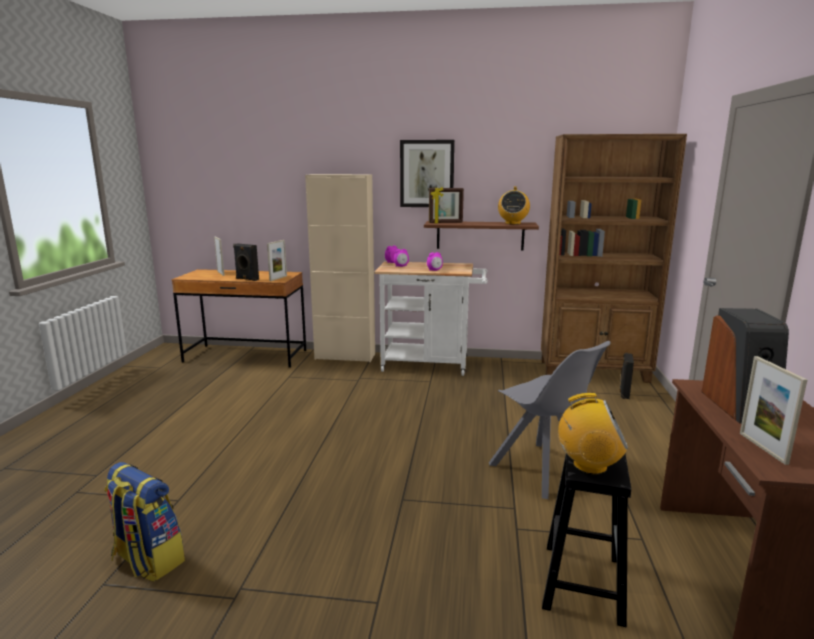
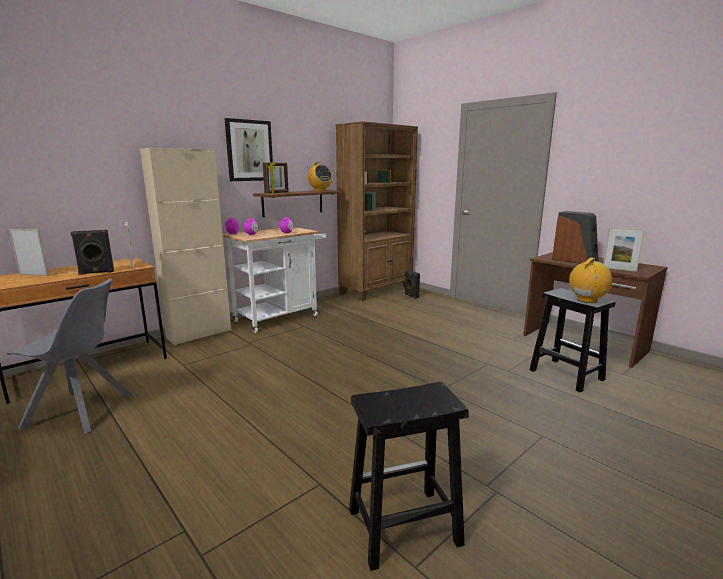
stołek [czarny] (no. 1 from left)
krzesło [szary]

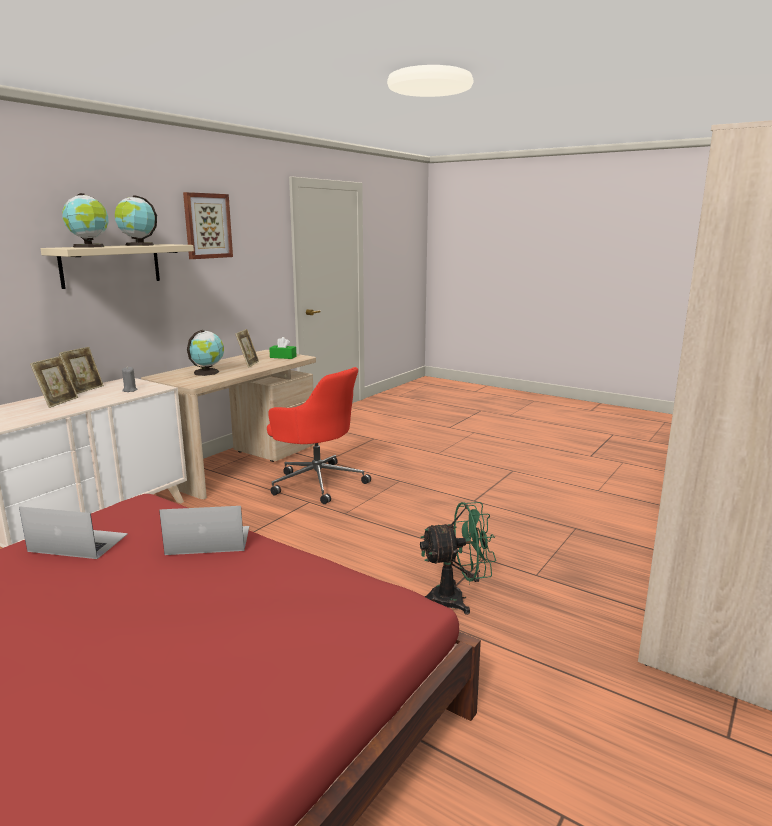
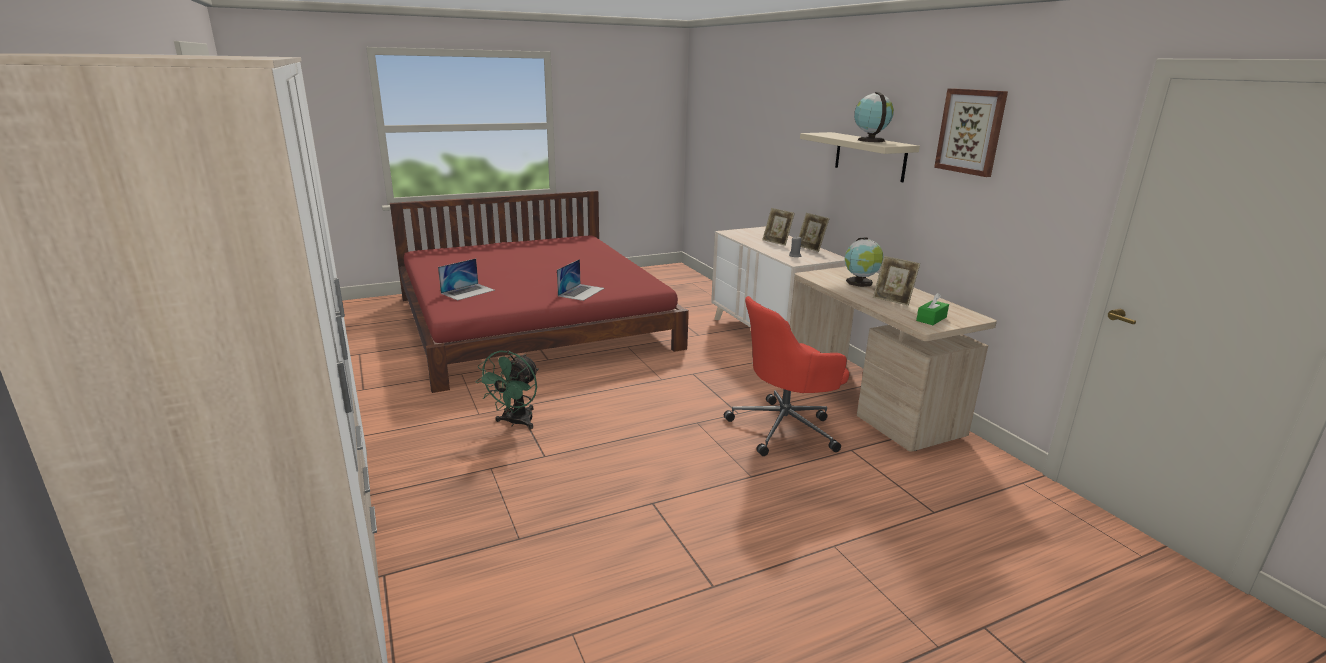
laptop (no. 1 from left)
globus (no. 1 from left in the first image)

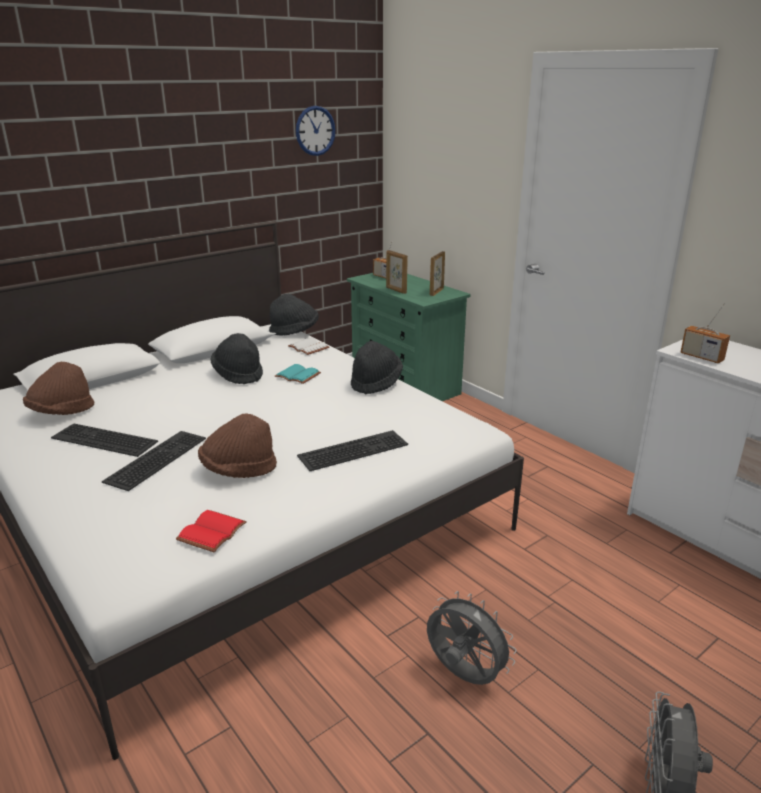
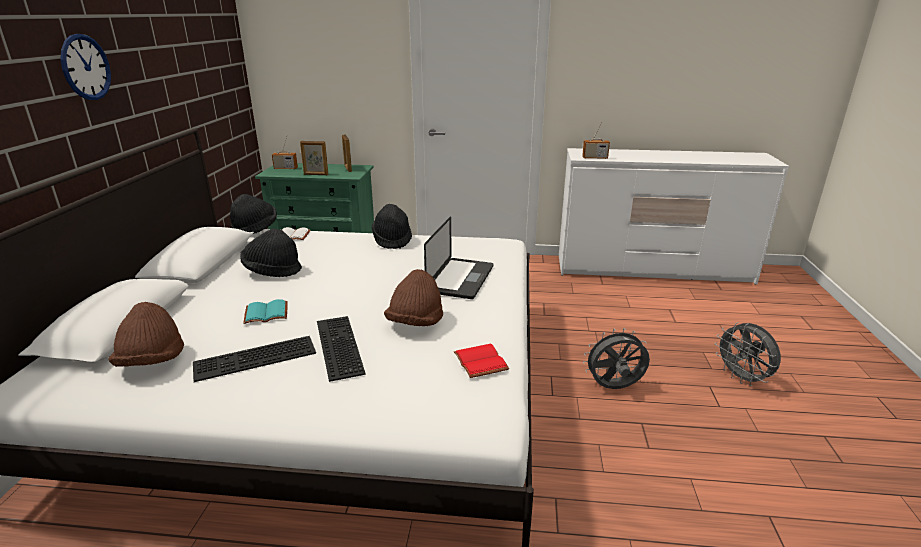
książka [turkusowy]
zegar ścienny
laptop

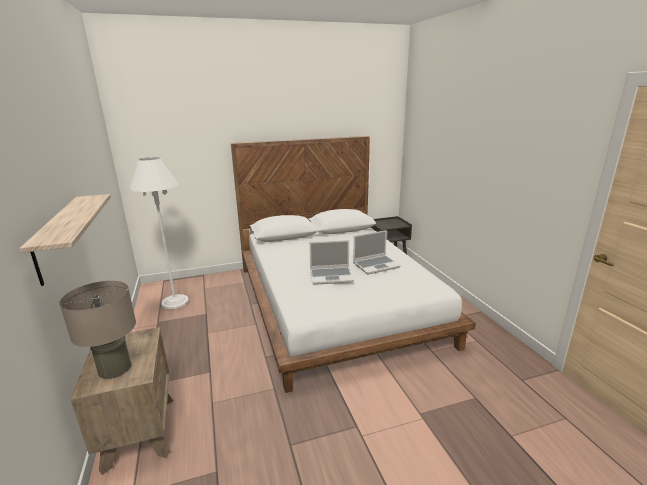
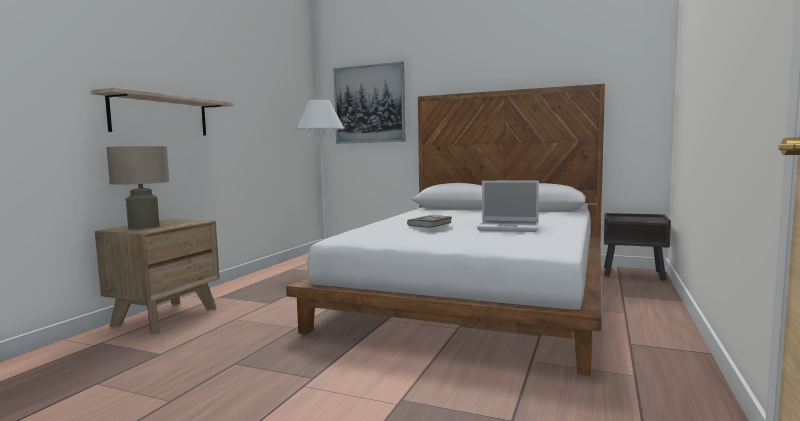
książka
obraz

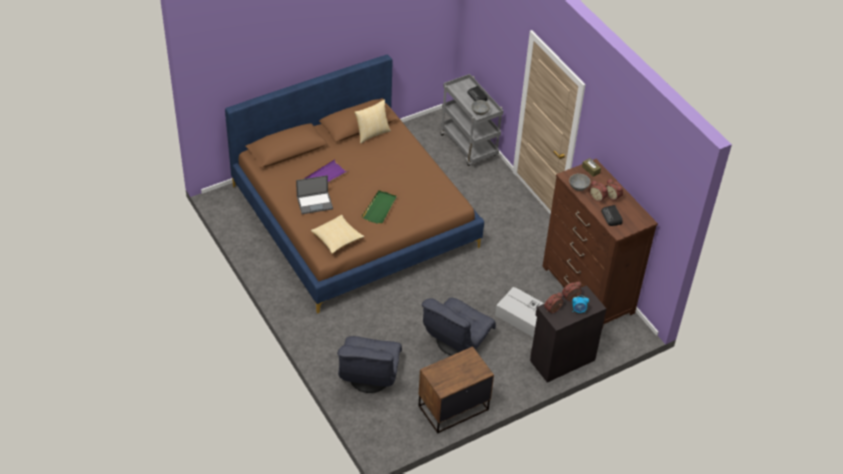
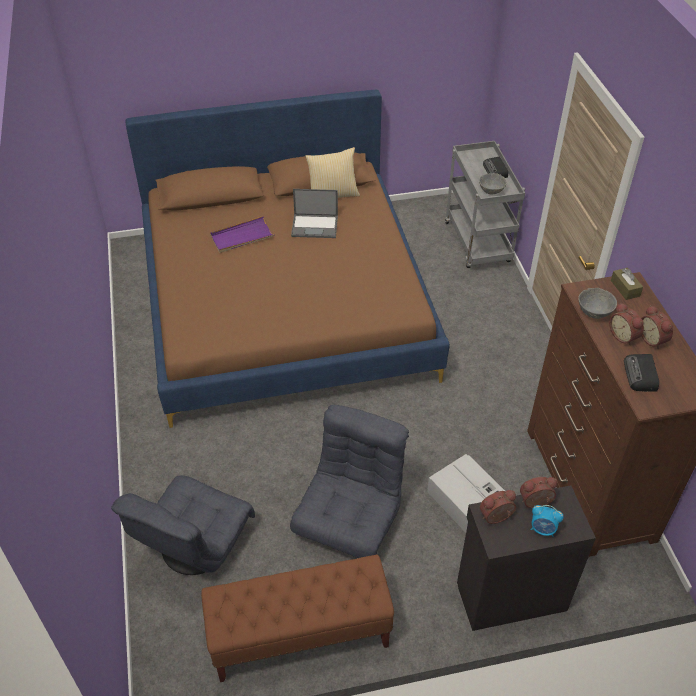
laptop
poduszka (no. 1 from left in the first image)
taca [zielony]
ławka [brązowy]
fotel [szary] (no. 2 from left)

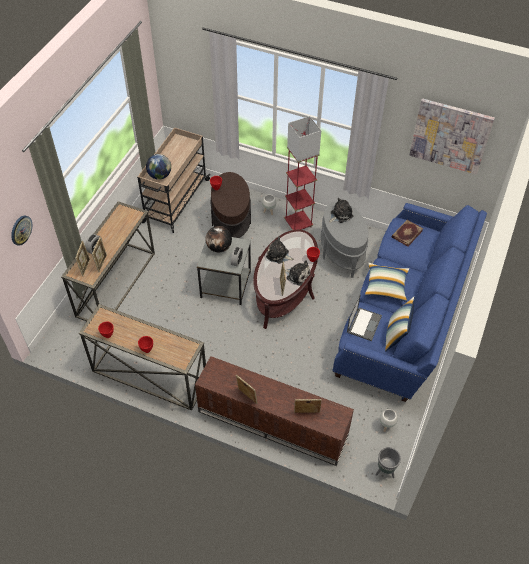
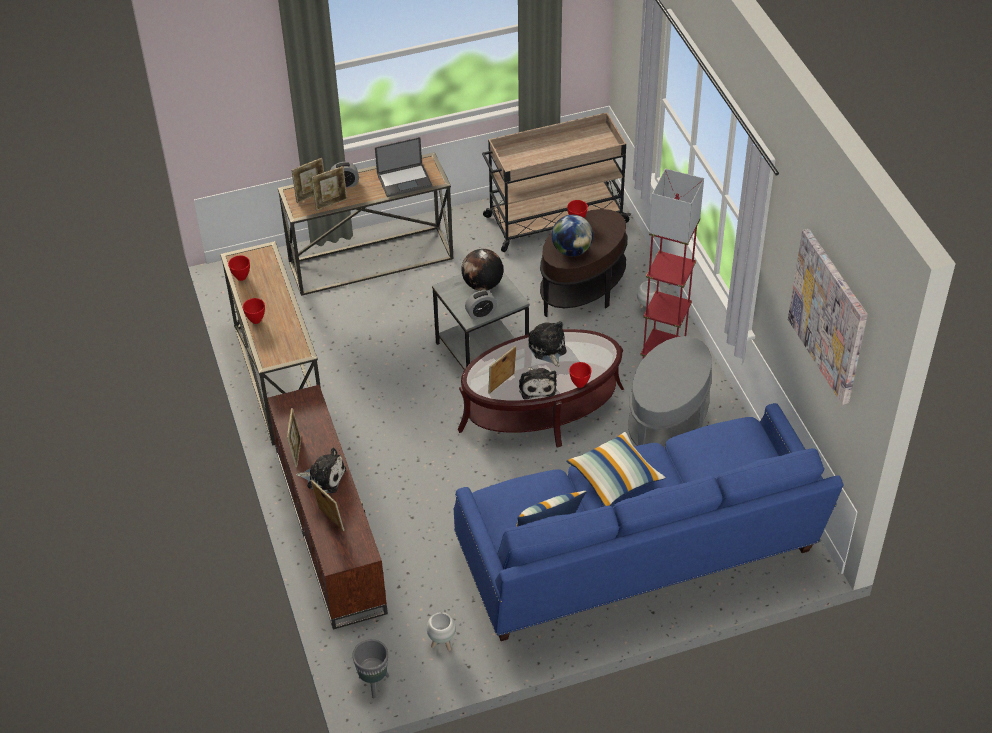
zegar ścienny
globus (no. 2 from left)
pluszak (no. 1 from left)
laptop
książka

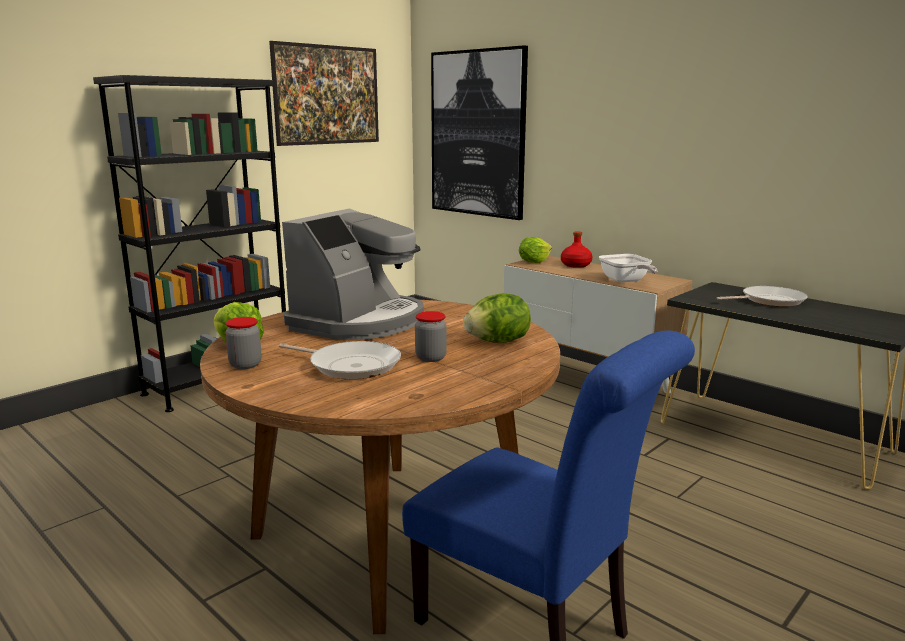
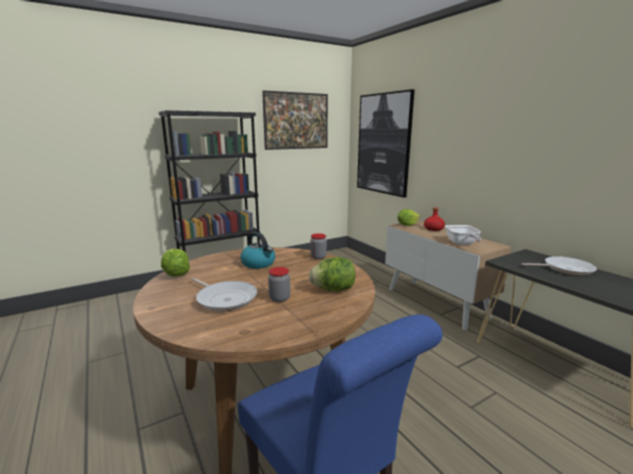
słoik (no. 2 from left)
czajnik

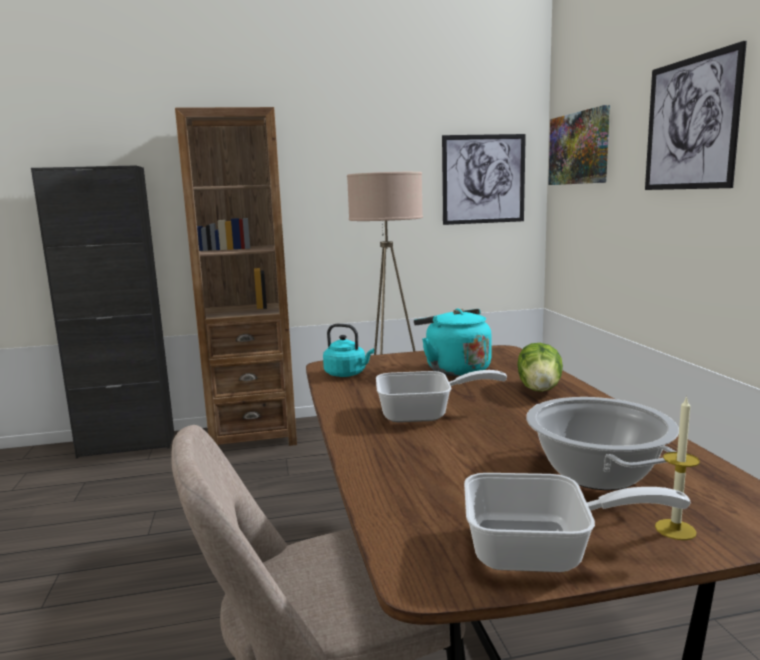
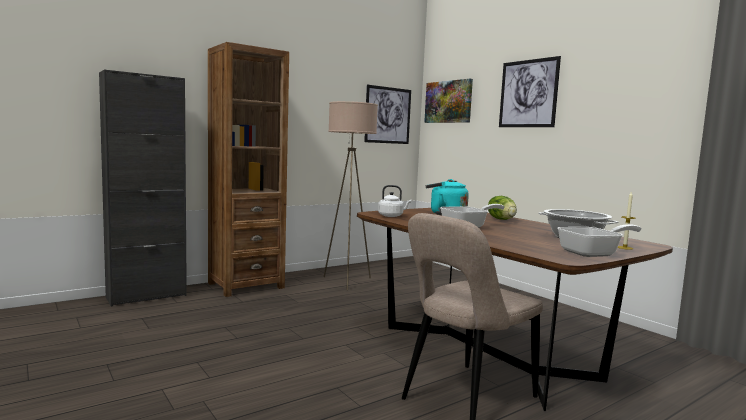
czajnik [biały]

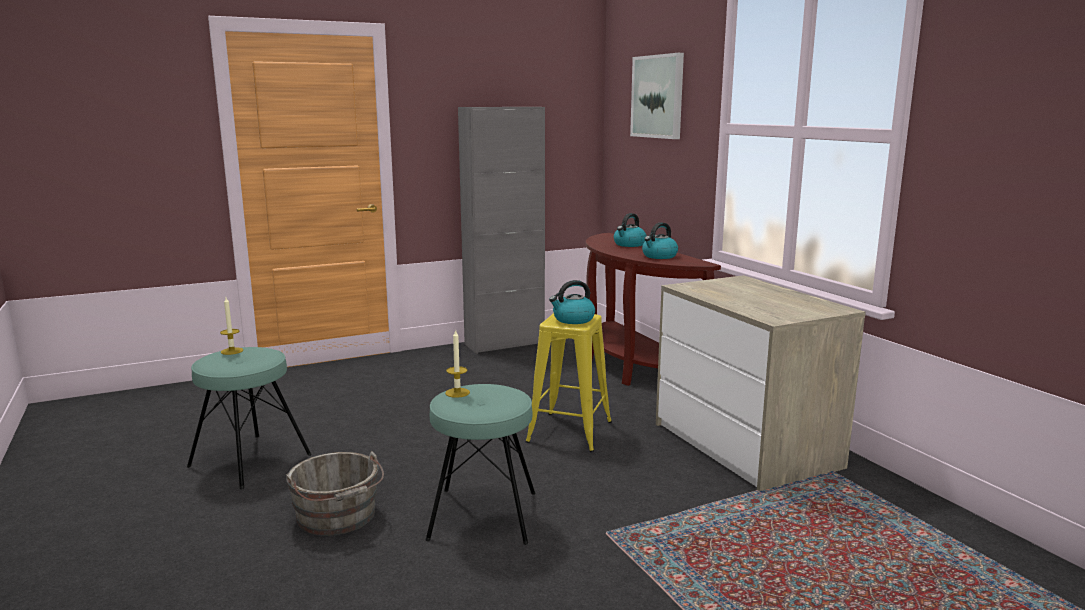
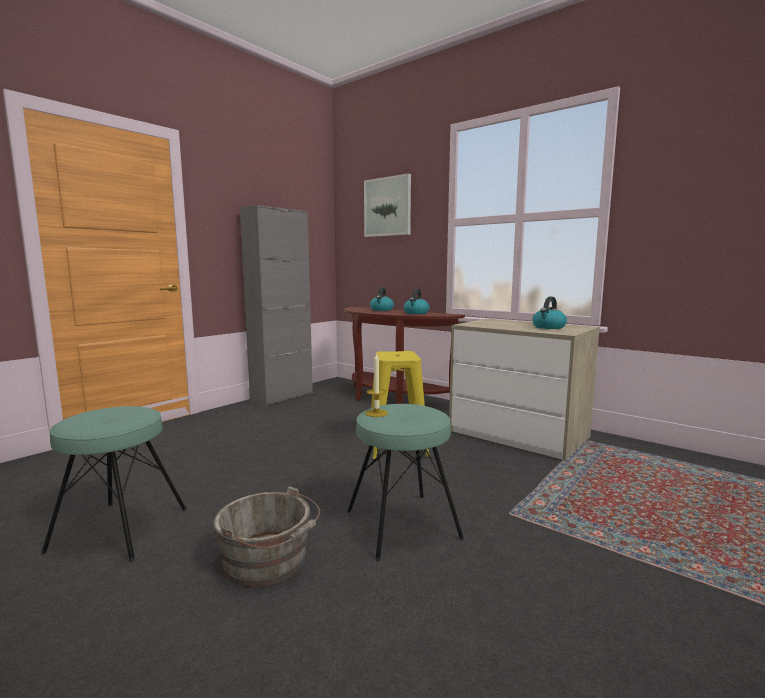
świeca (no. 1 from left in the first image)
czajnik (no. 3 from left)

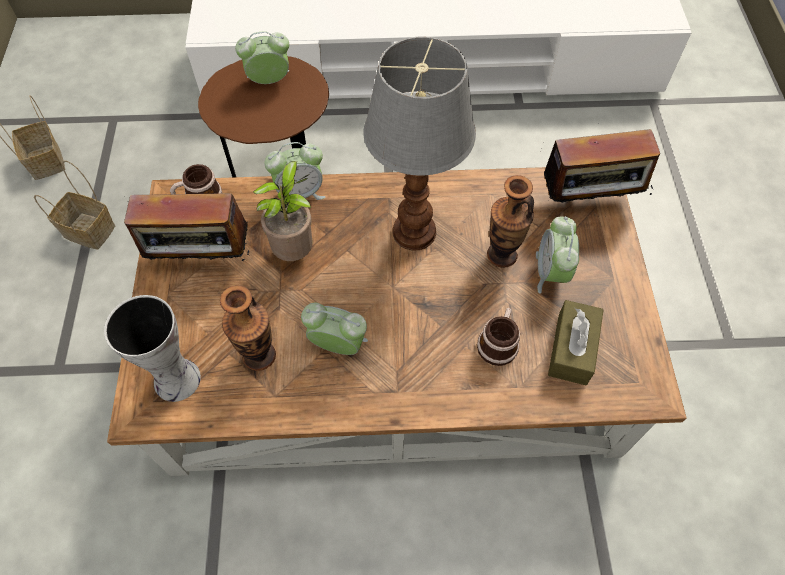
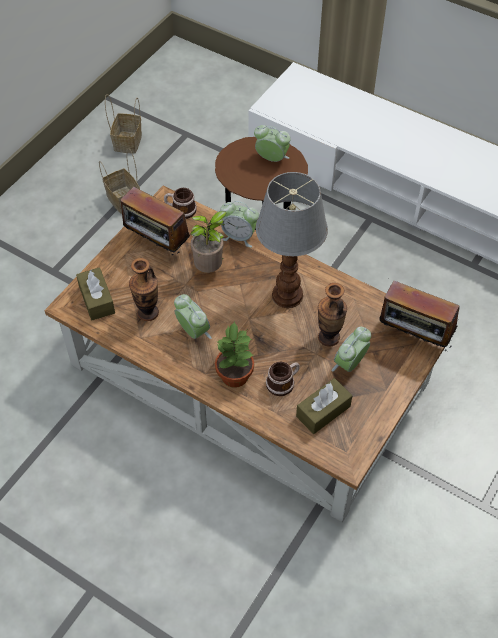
pudełko chusteczek [brązowy] (no. 1 from left)
roślina doniczkowa (no. 2 from left)

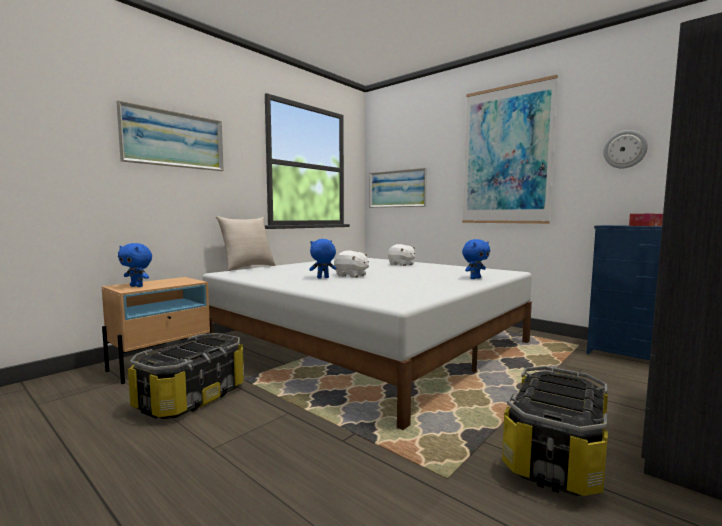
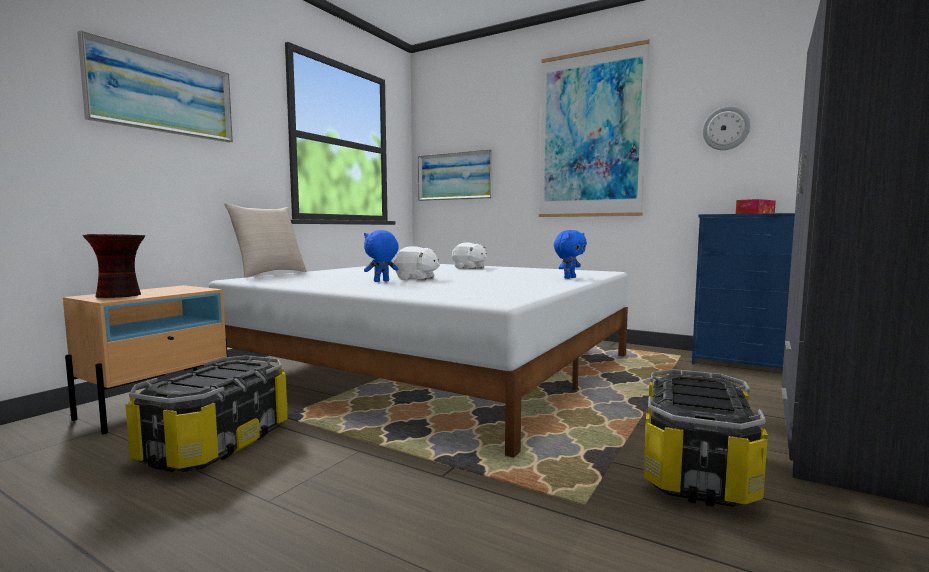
wazon

